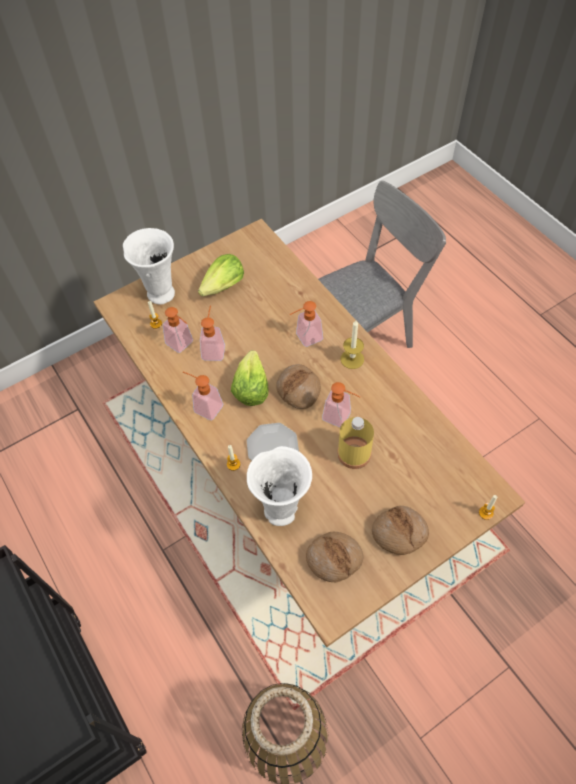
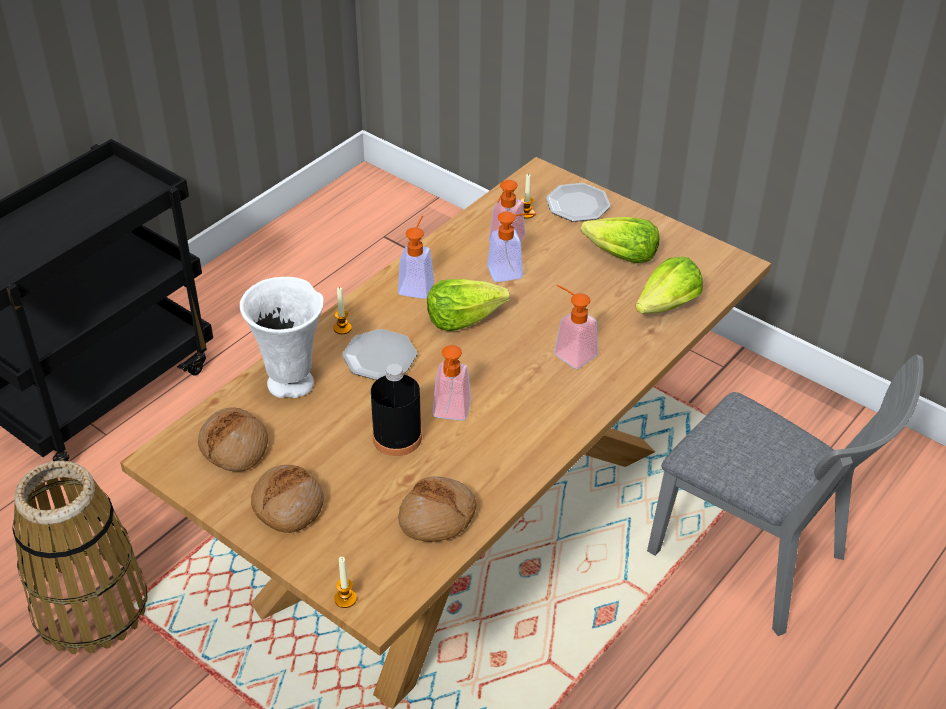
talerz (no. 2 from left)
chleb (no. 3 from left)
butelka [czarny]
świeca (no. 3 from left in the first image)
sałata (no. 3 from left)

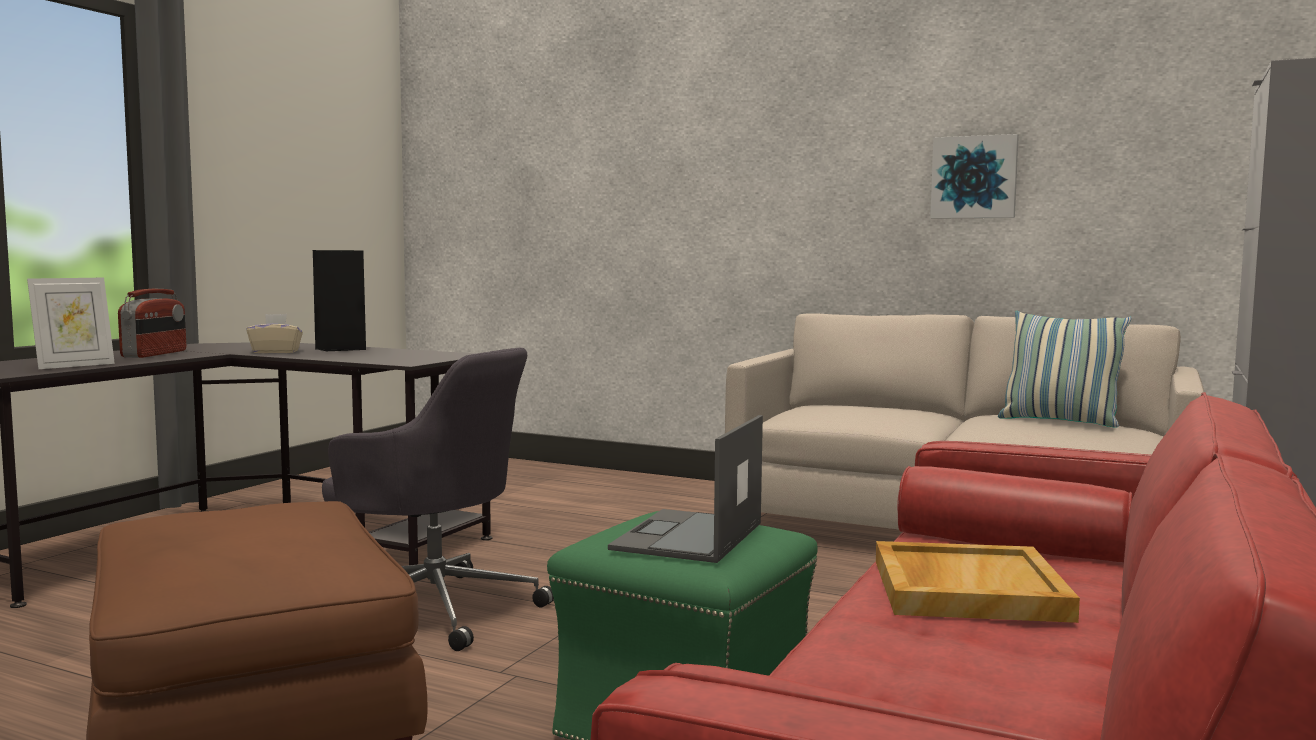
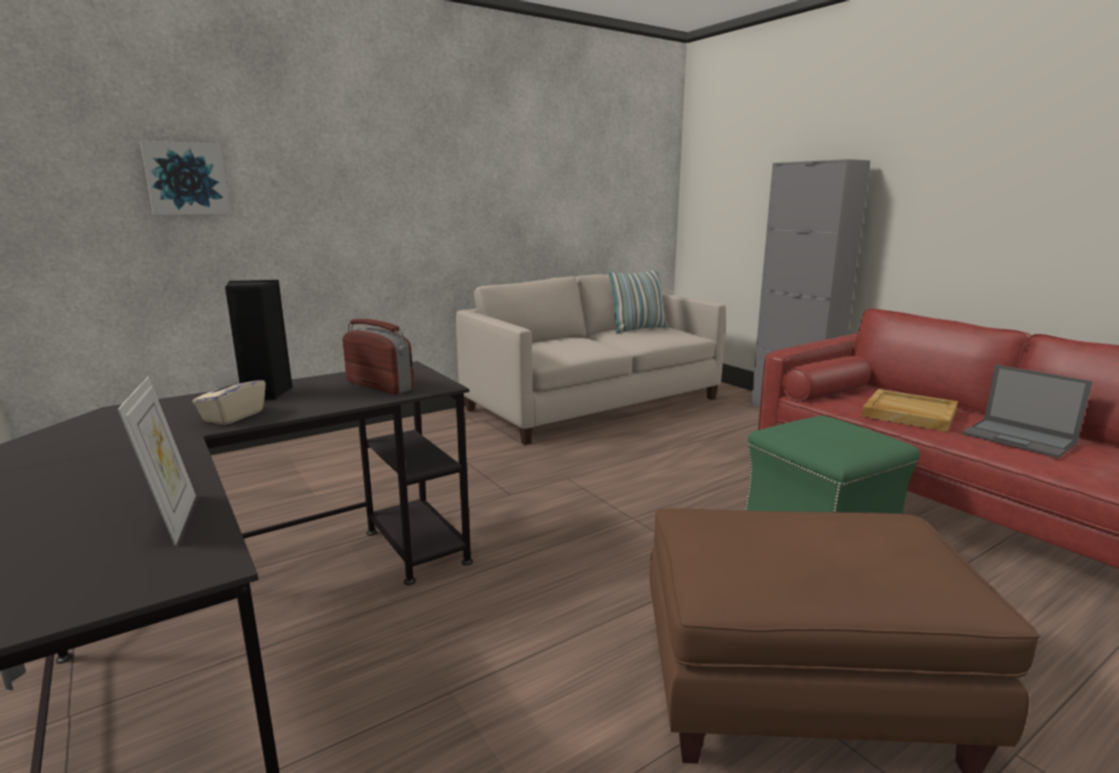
radio
krzesło biurowe [szary]
laptop
obraz

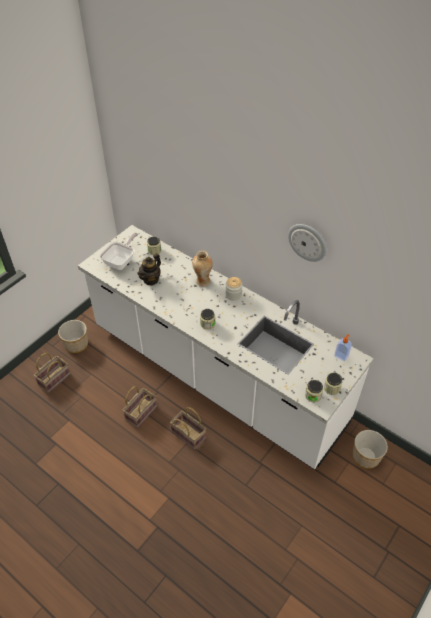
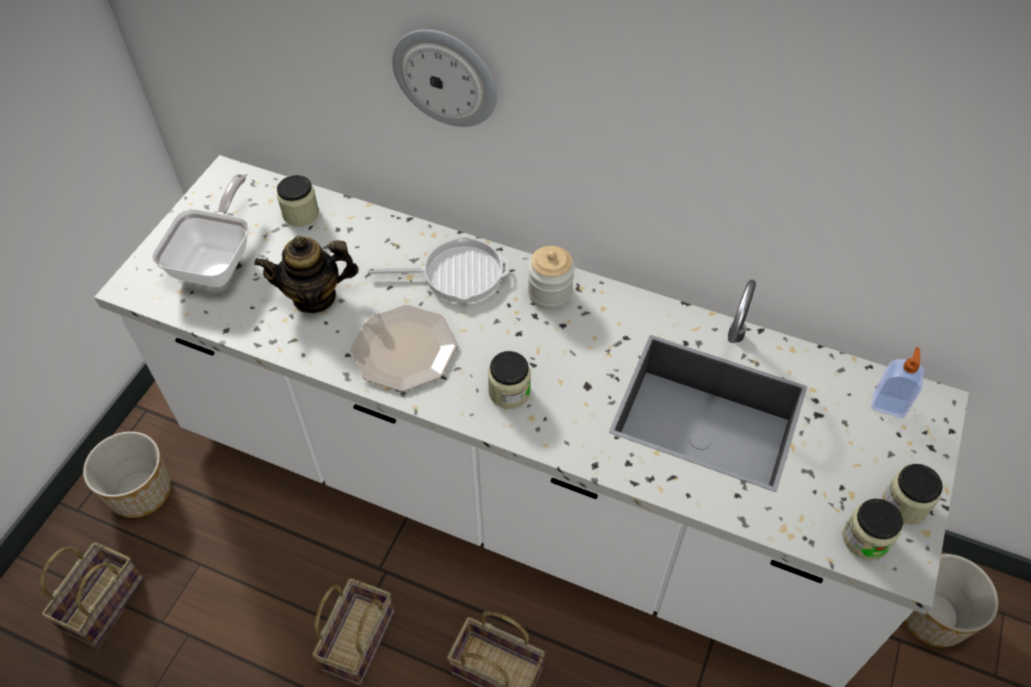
imbryk
patelnia (no. 2 from left)
zegar ścienny
talerz

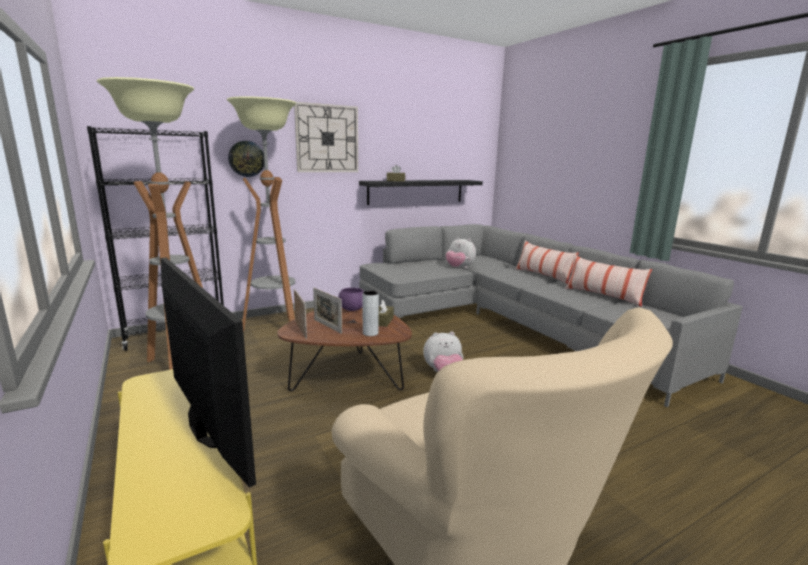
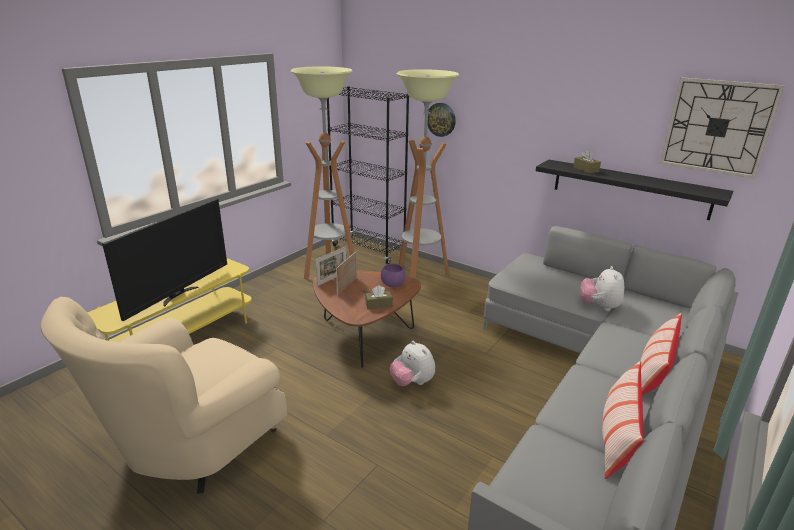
zegar ścienny (no. 2 from left)
wazon [szary]

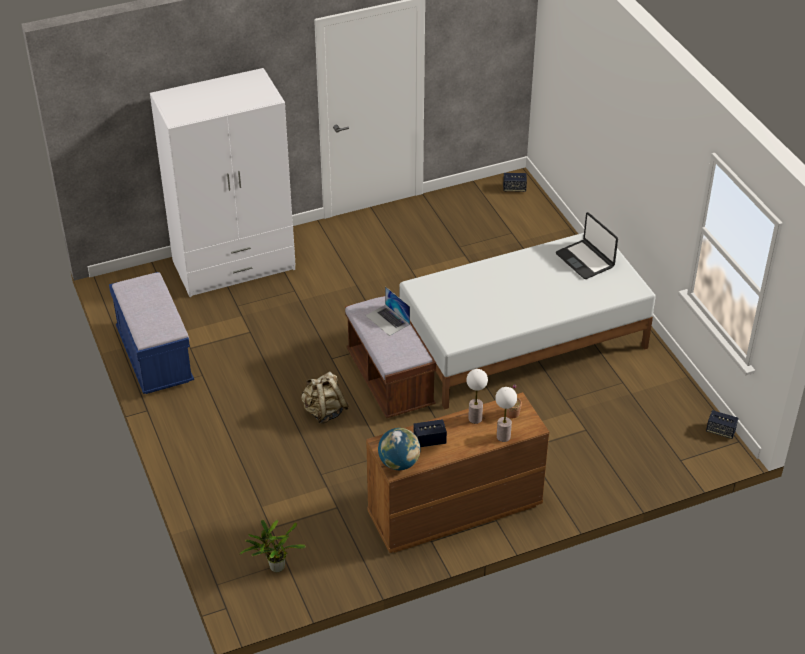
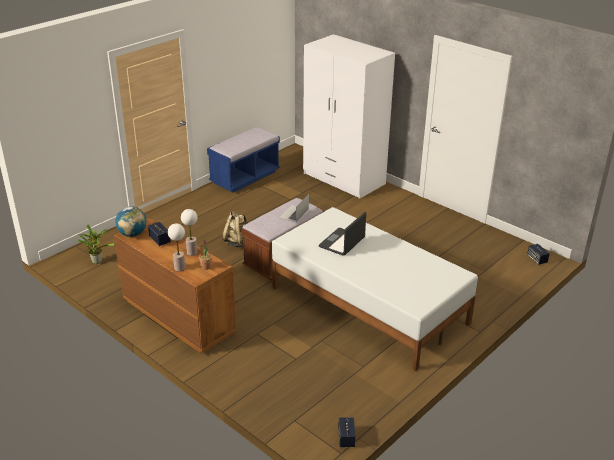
laptop (no. 2 from left)

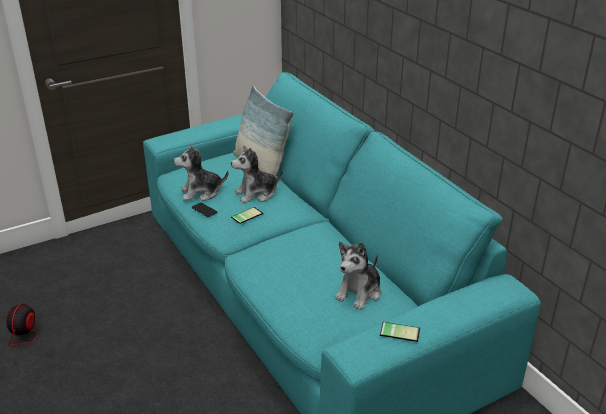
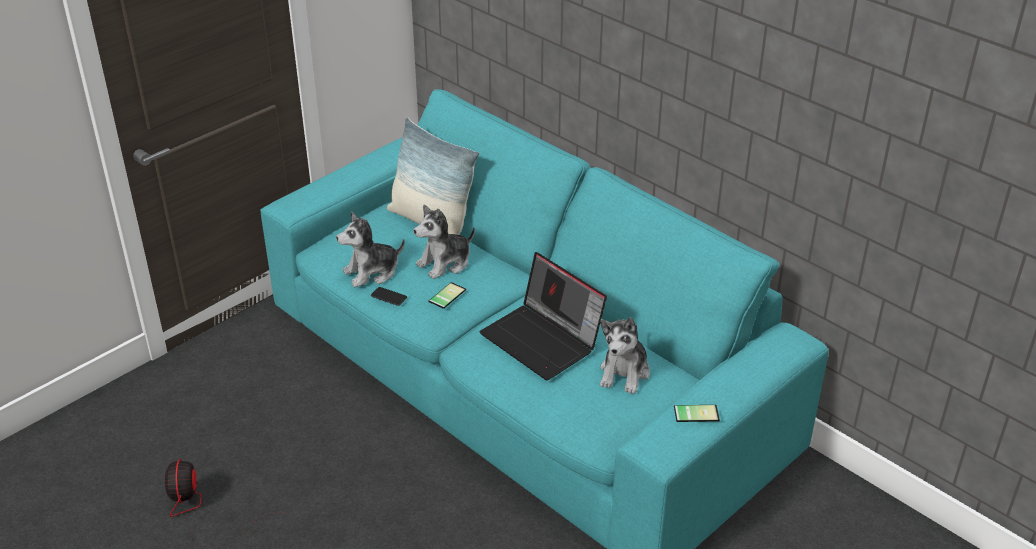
laptop

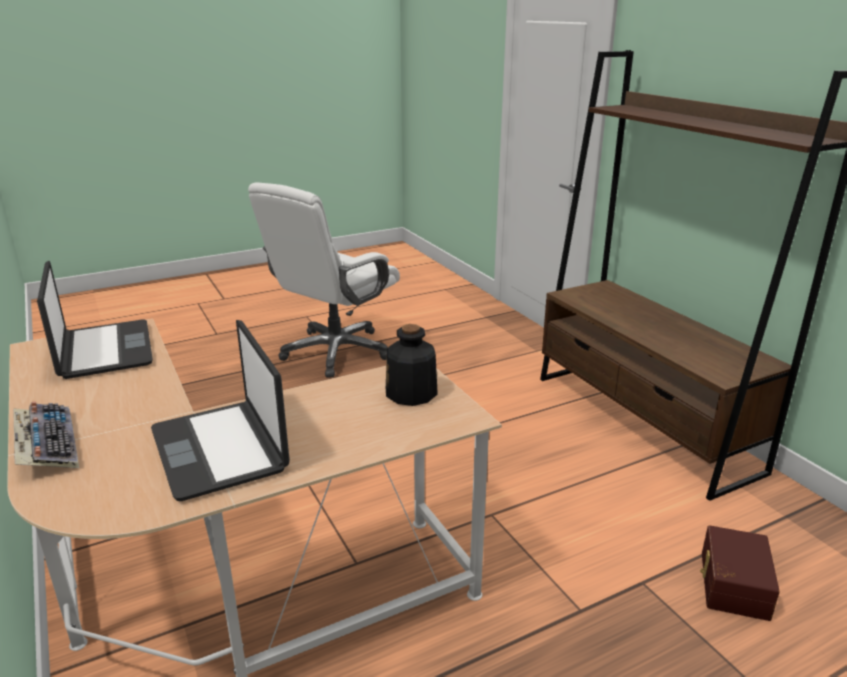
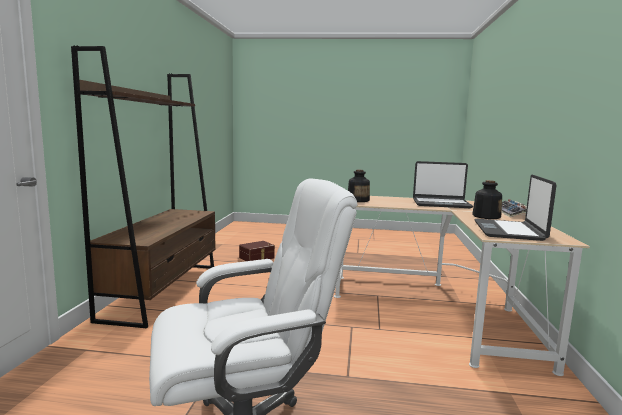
laptop (no. 1 from left)
butelka (no. 2 from left)

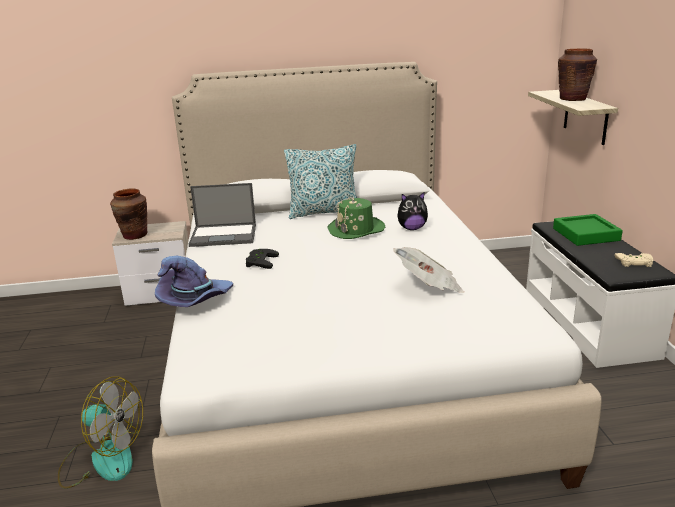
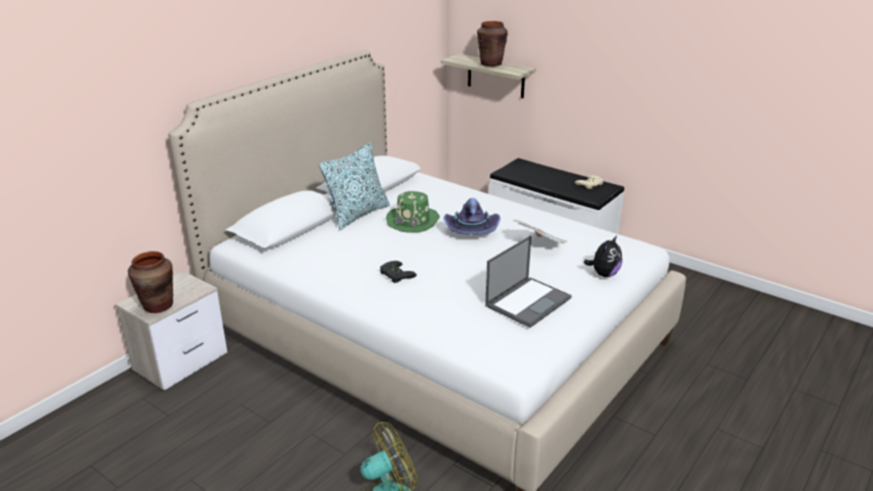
kapelusz [fioletowy]
laptop
pluszak
taca [zielony]

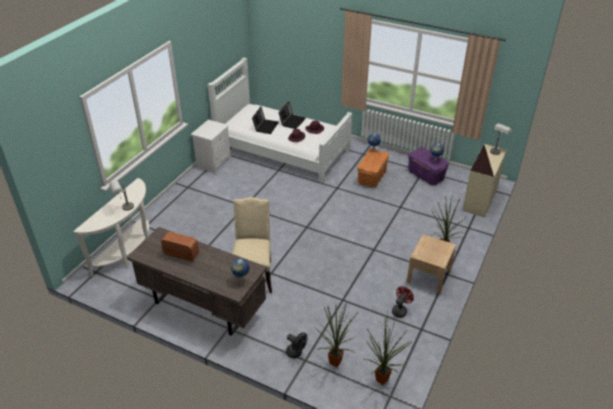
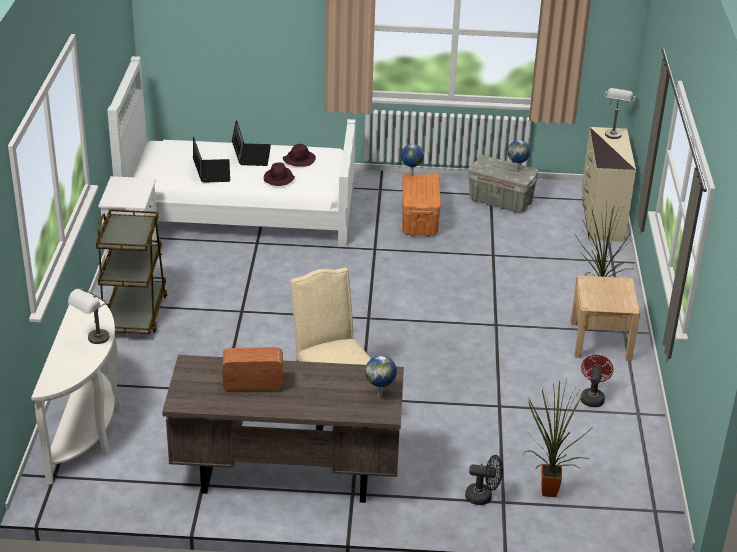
roślina doniczkowa (no. 2 from left in the first image)
pojemnik do przechowywania [szary]
wózek [brązowy]

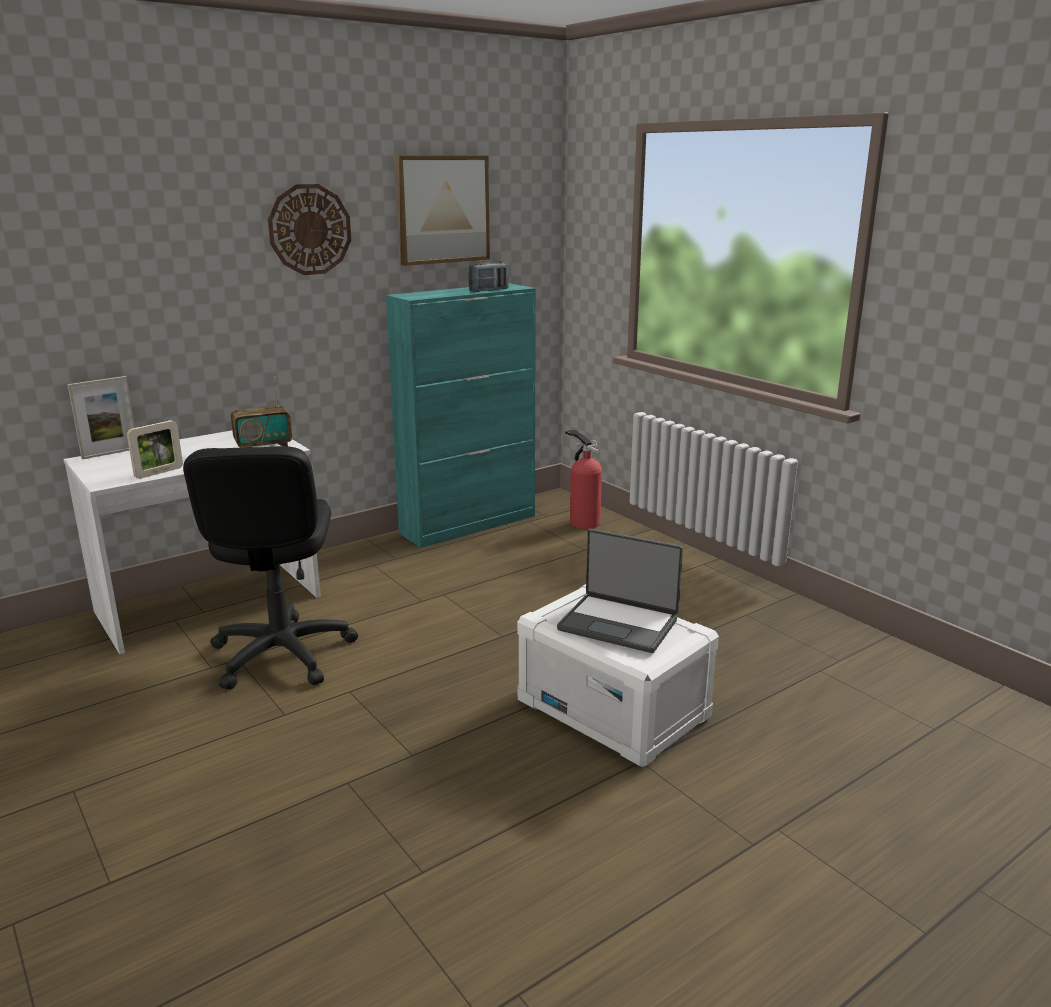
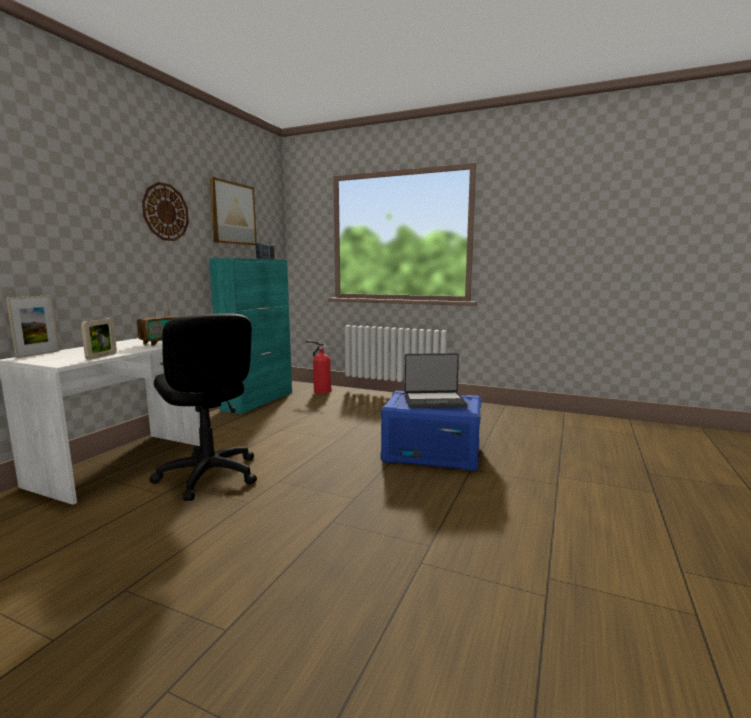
pojemnik do przechowywania [niebieski]

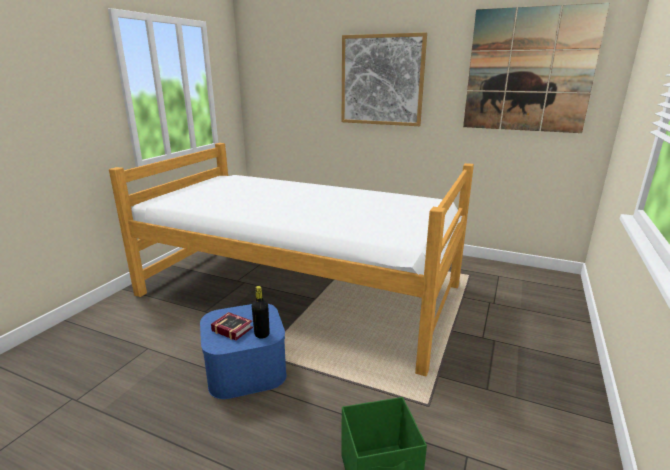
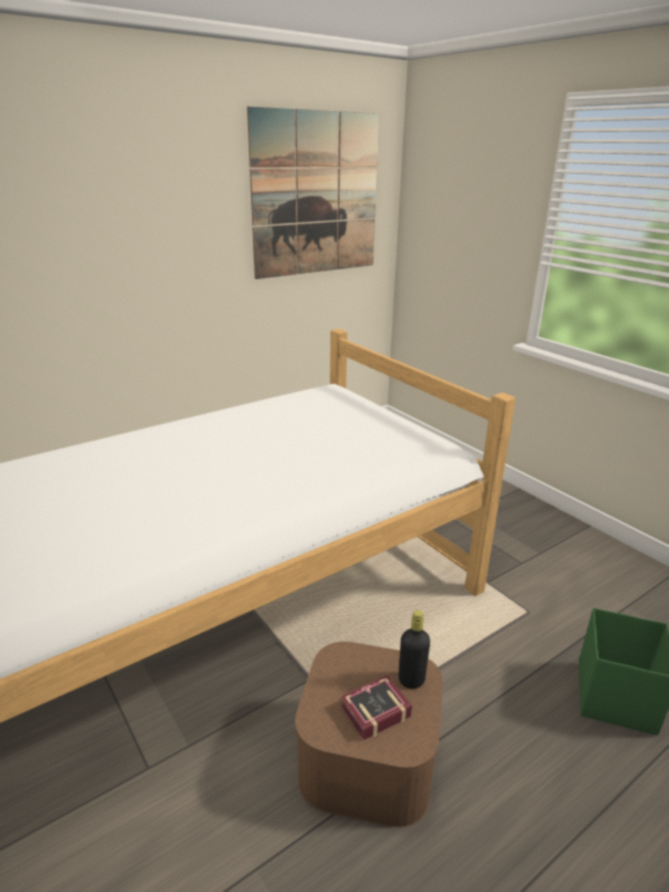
pojemnik do przechowywania [brązowy]
obraz (no. 1 from left in the first image)

